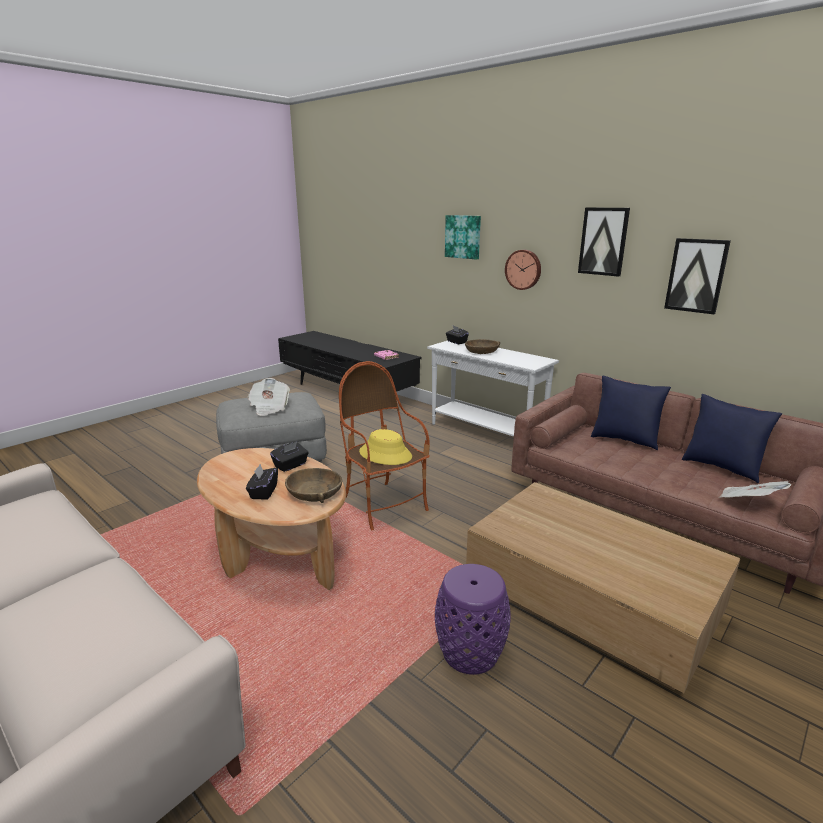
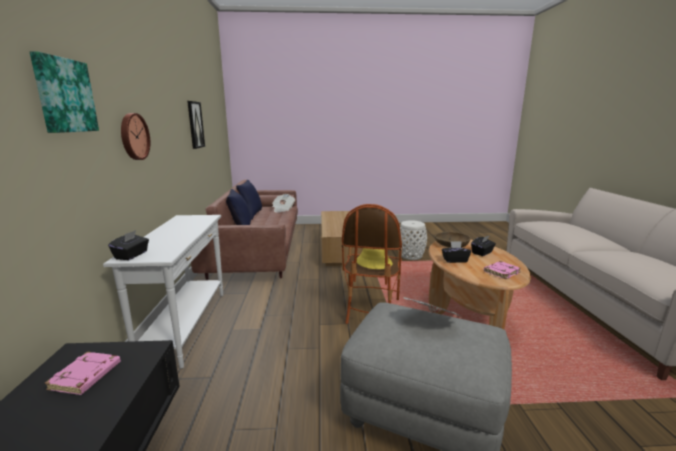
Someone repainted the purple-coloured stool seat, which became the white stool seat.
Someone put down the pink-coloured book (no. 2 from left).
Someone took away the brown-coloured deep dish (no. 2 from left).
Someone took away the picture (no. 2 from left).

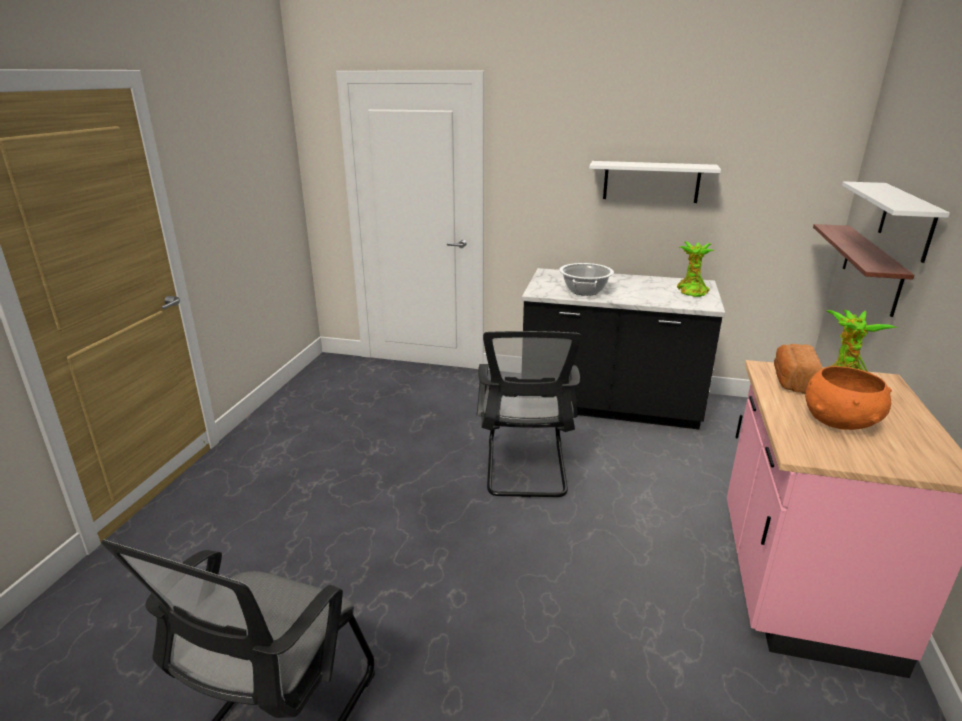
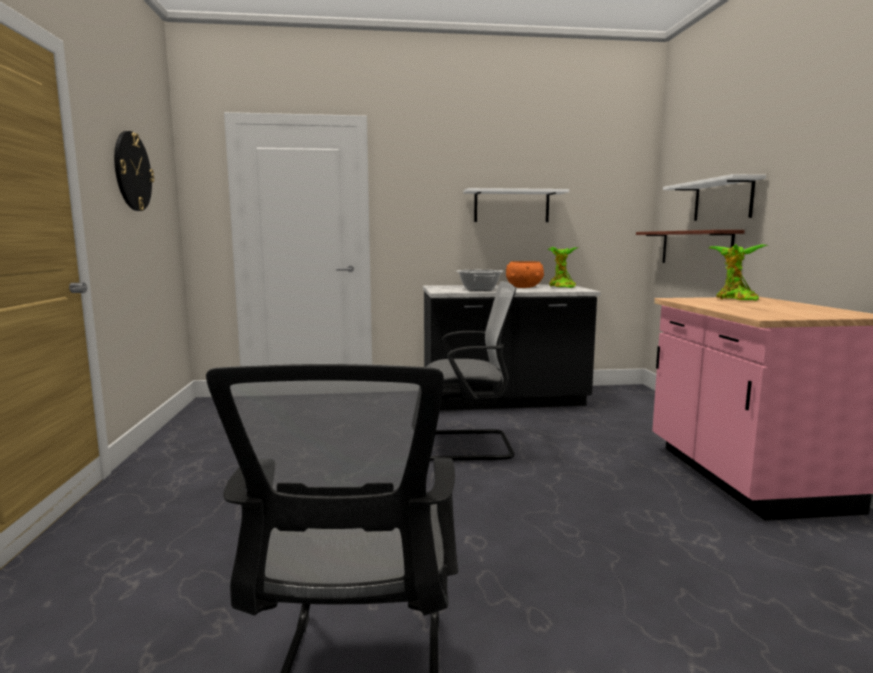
Someone put up the clock on the wall.
Someone rotated the plain chair (no. 2 from left) by 75 degrees counterclockwise.
Someone carried the orange-coloured deep dish.
Someone took away the bakery bread.

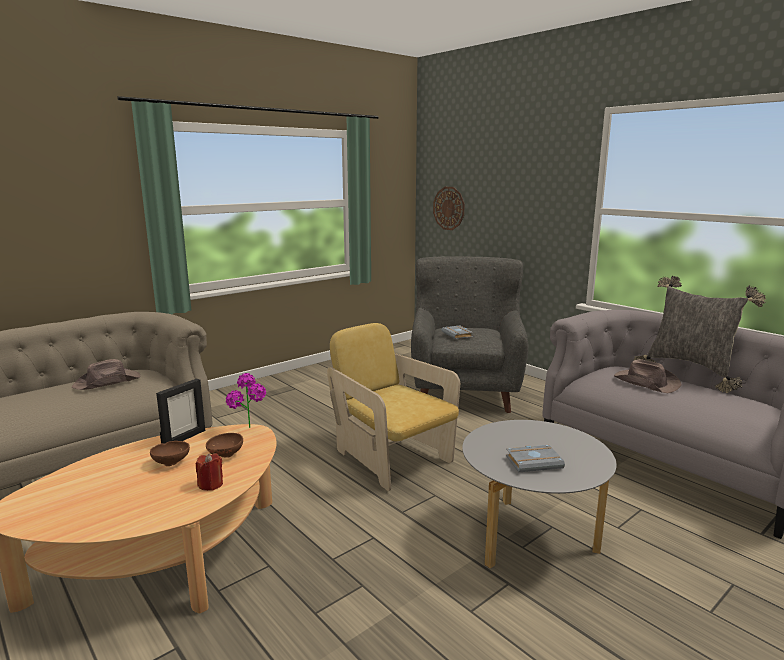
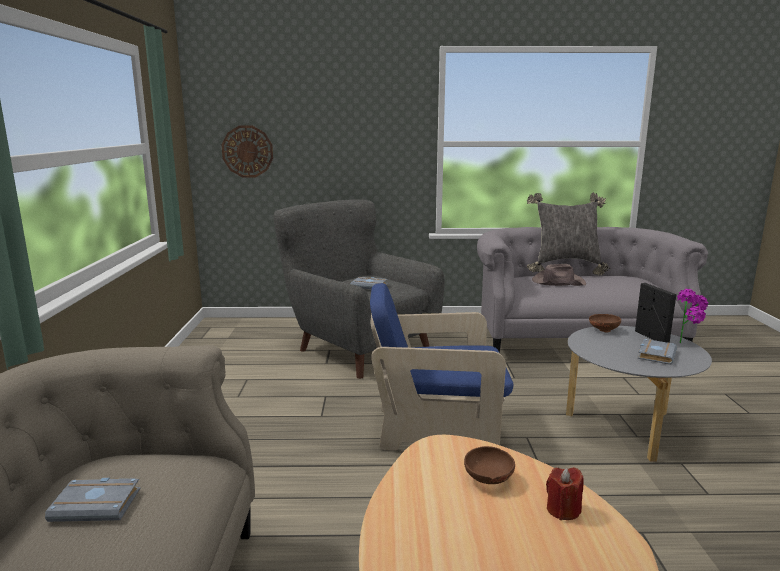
Someone swapped the brown-coloured hat (no. 1 from left) for the greyish book (no. 1 from left).
Someone repainted the yellow easy chair, which became the blue easy chair.
Someone carried the brown-coloured deep dish (no. 1 from left in the first image).
Someone carried the photo frame.
Someone carried the houseplant.

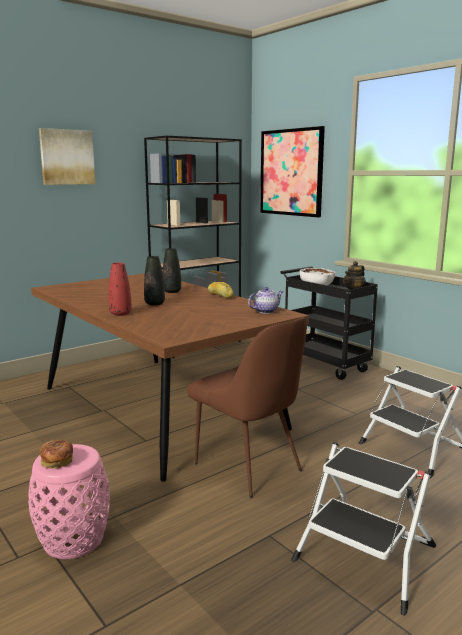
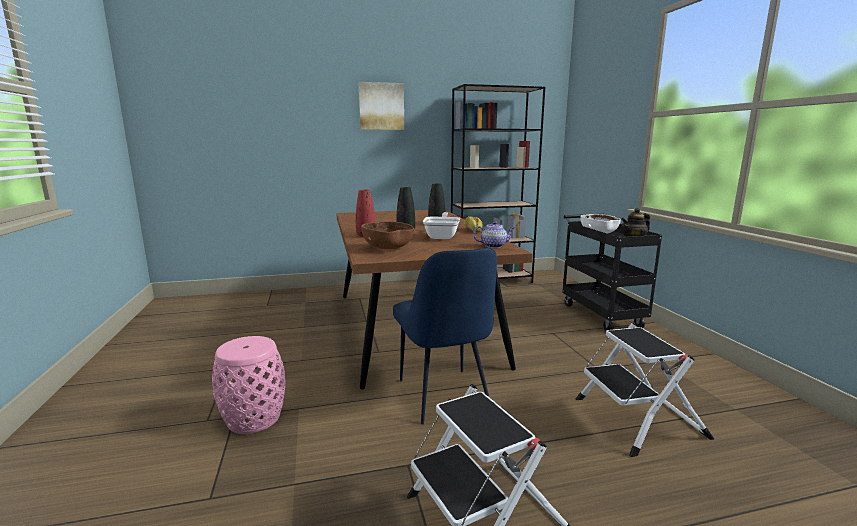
Someone put down the brown-coloured deep dish.
Someone repainted the brown-coloured plain chair, which became the blue plain chair.
Someone put down the pan.
Someone took away the bakery bread (no. 1 from left).
Someone took away the picture (no. 2 from left).

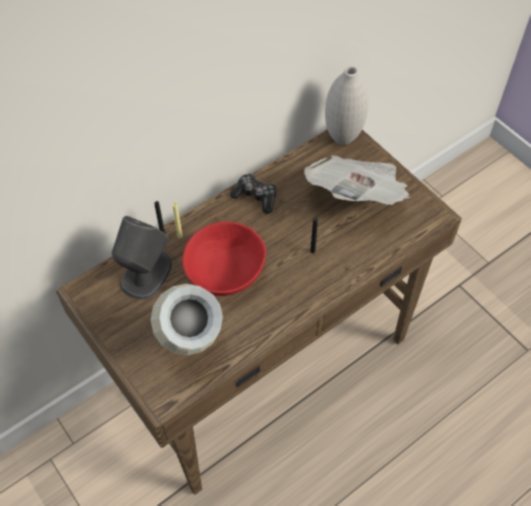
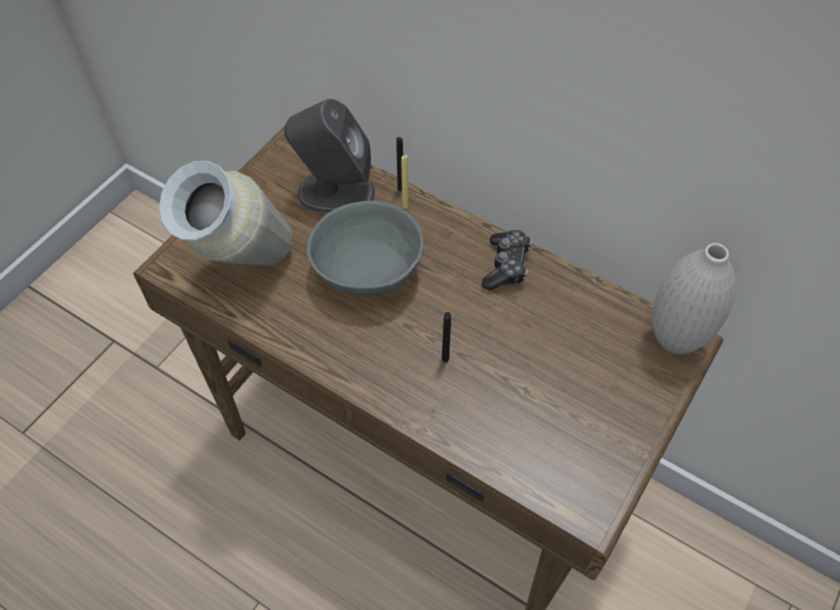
Someone repainted the reddish deep dish, which became the greyish deep dish.
Someone took away the printed paper.

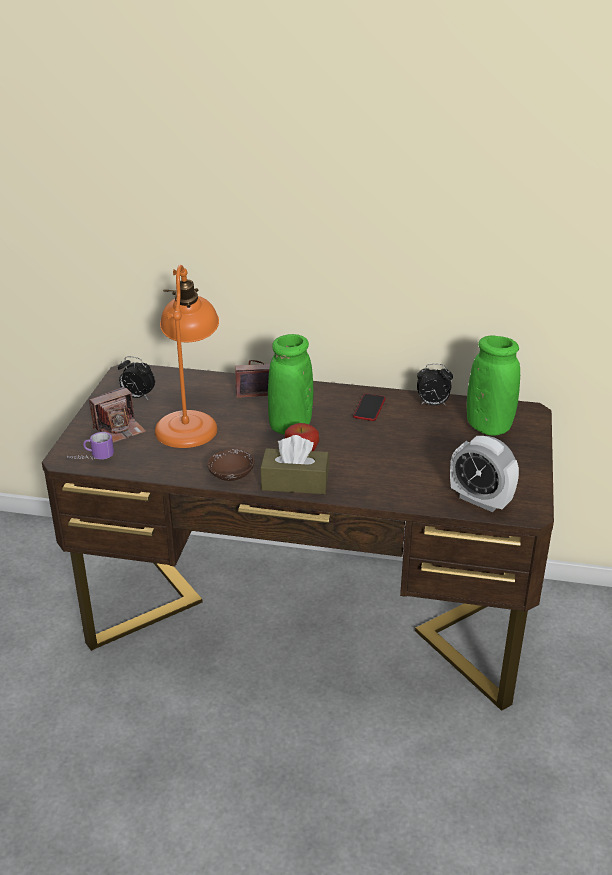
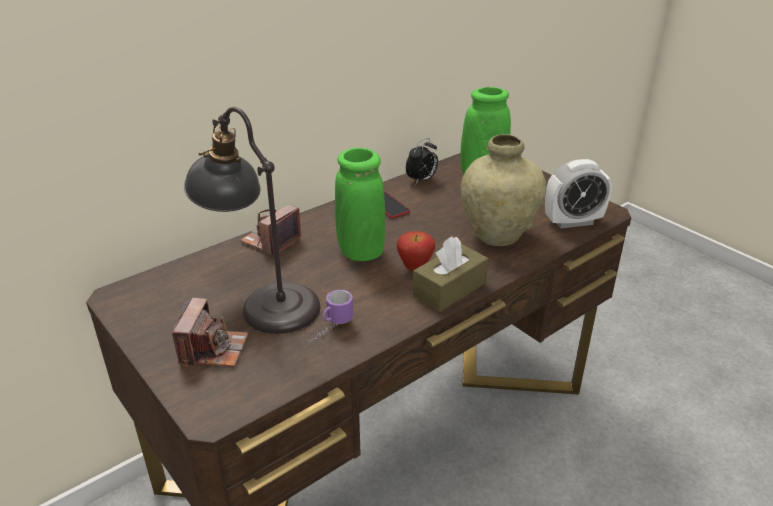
Someone repainted the orange-coloured lamp for a table, which became the greyish lamp for a table.
Someone carried the coffee mug.
Someone put down the sand-coloured flower vase.
Someone took away the table clock (no. 1 from left).
Someone took away the brown-coloured deep dish.

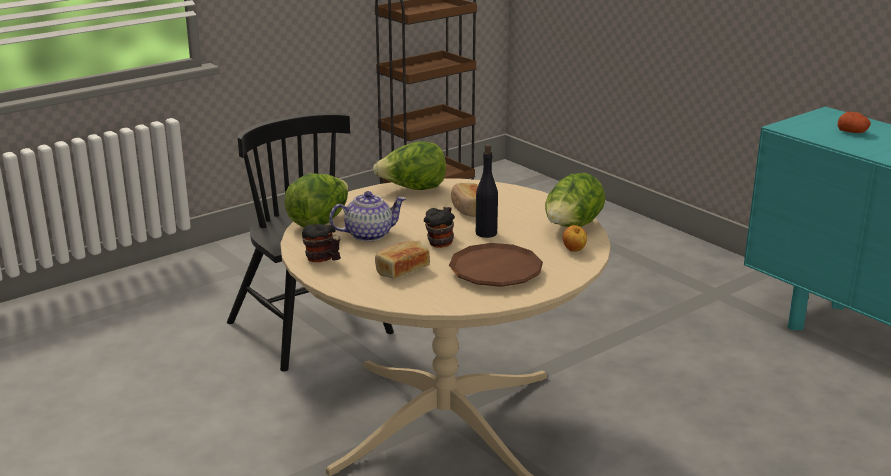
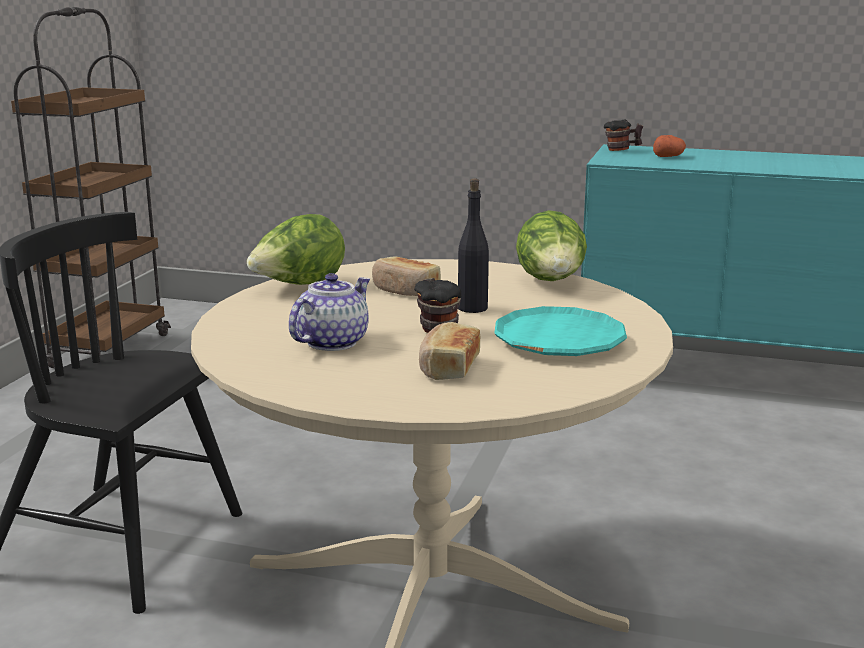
Someone repainted the brown-coloured plate, which became the blue-green plate.
Someone carried the coffee mug (no. 1 from left in the first image).
Someone took away the lettuce (no. 1 from left).
Someone took away the apple fruit.

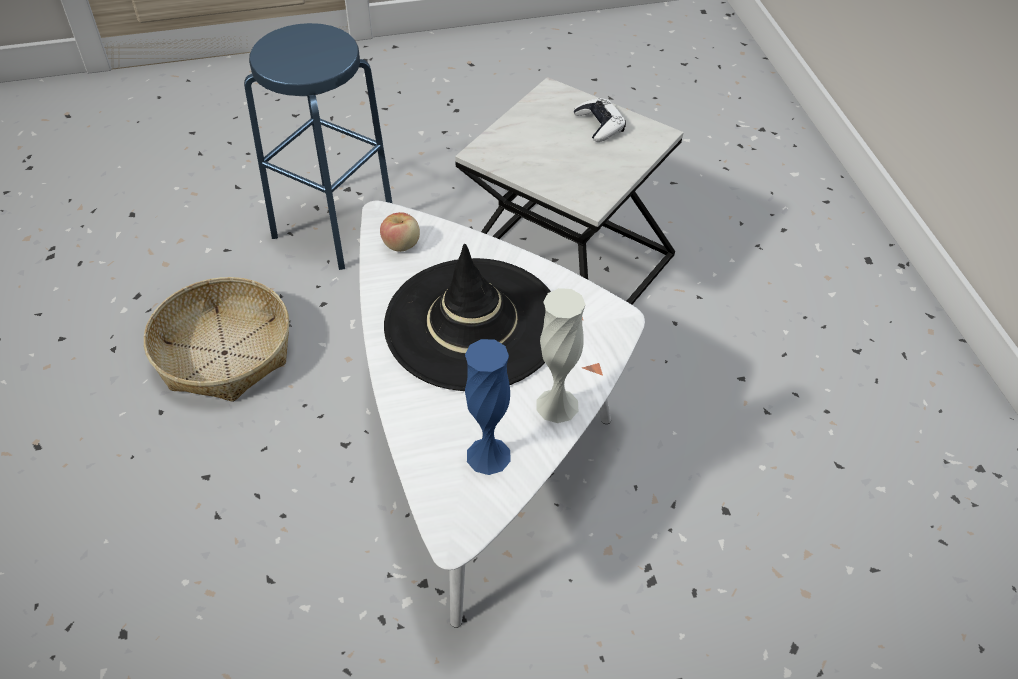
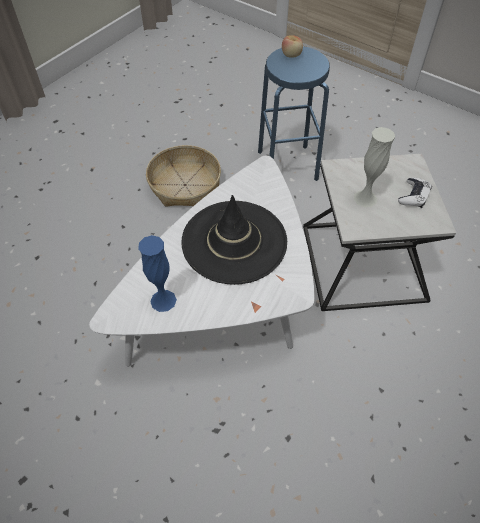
Someone carried the apple fruit.
Someone carried the white flower vase.

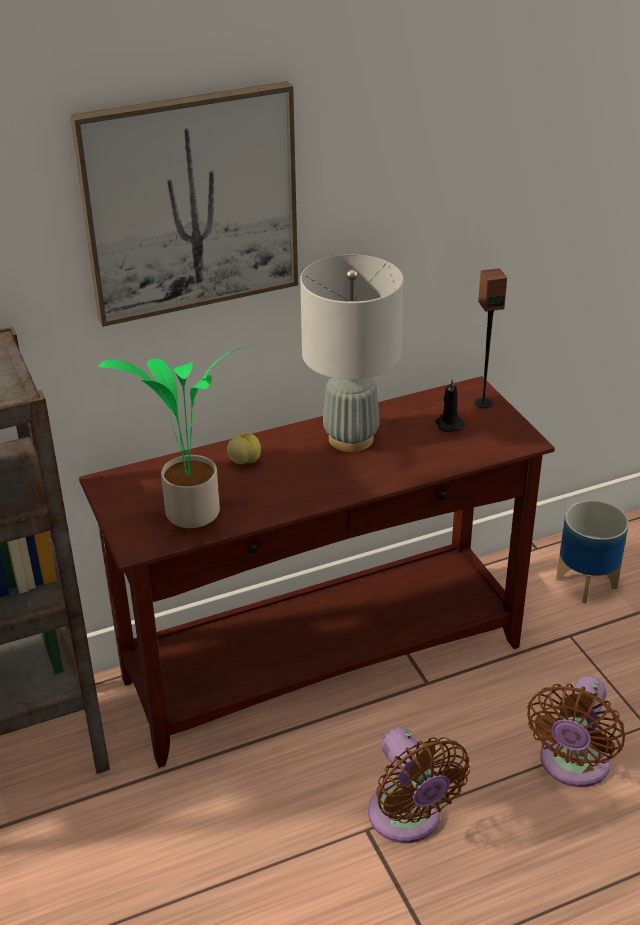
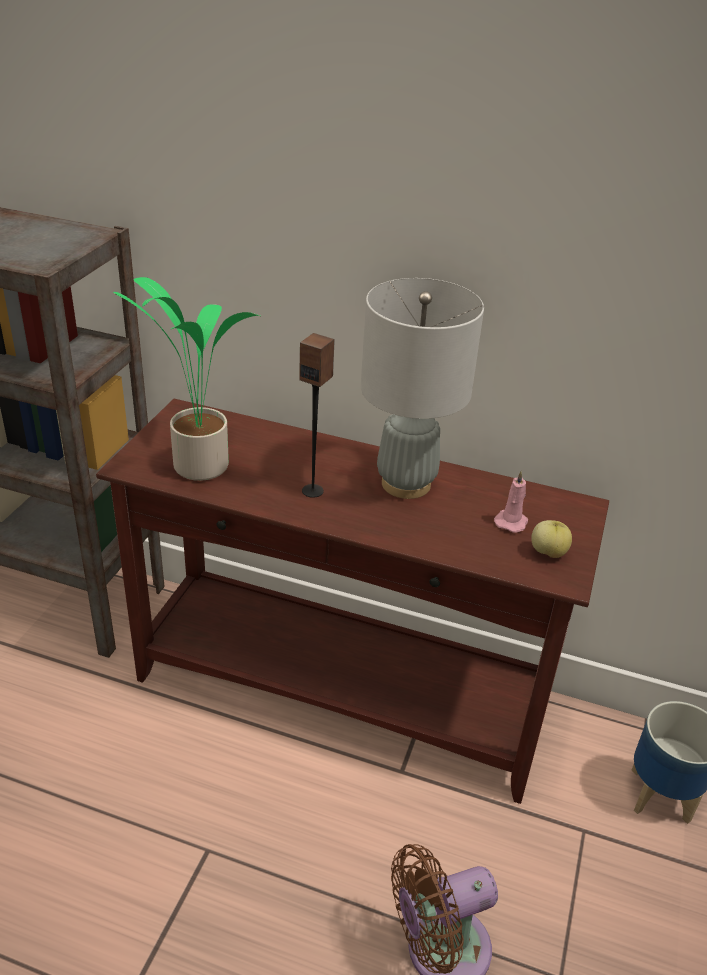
Someone carried the audio speaker.
Someone repainted the black wax candle, which became the pink-coloured wax candle.
Someone carried the apple fruit.
Someone took away the picture.
Someone took away the brown-coloured electric fan (no. 1 from left).

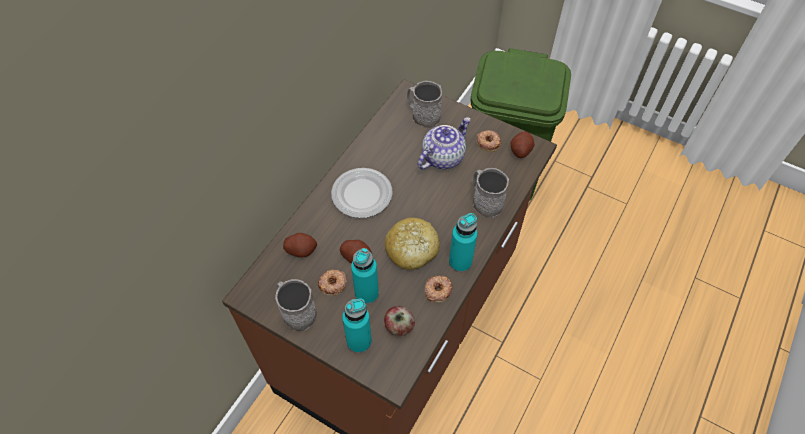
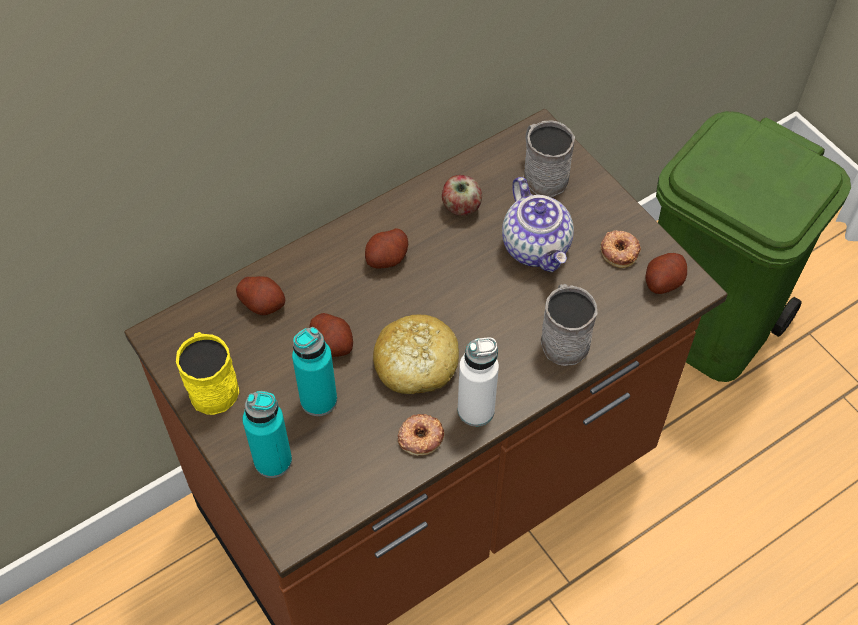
Someone repainted the greyish coffee mug (no. 1 from left), which became the yellow coffee mug.
Someone swapped the plate for the whole potato (no. 3 from left).
Someone carried the apple fruit.
Someone repainted the blue-green beverage bottle (no. 3 from left), which became the white beverage bottle.
Someone rotated the pot for tea by 90 degrees clockwise.
Someone took away the doughnut (no. 1 from left).

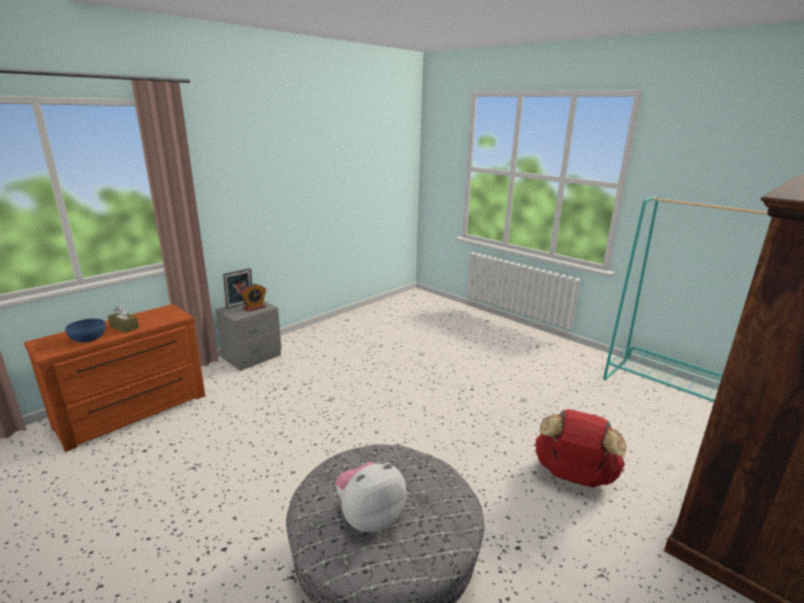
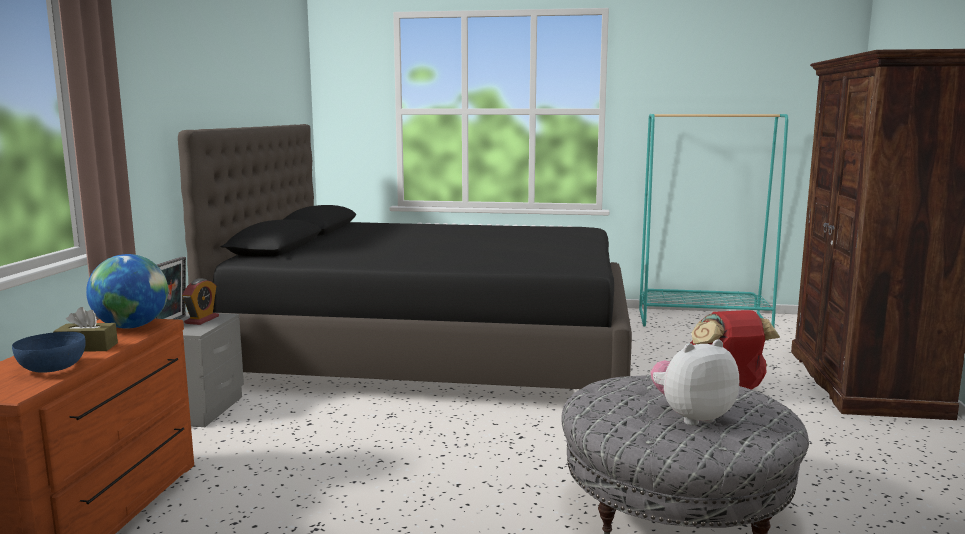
Someone put down the world globe.
Someone put down the black bed.
Someone rotated the cuddly toy by 45 degrees clockwise.

